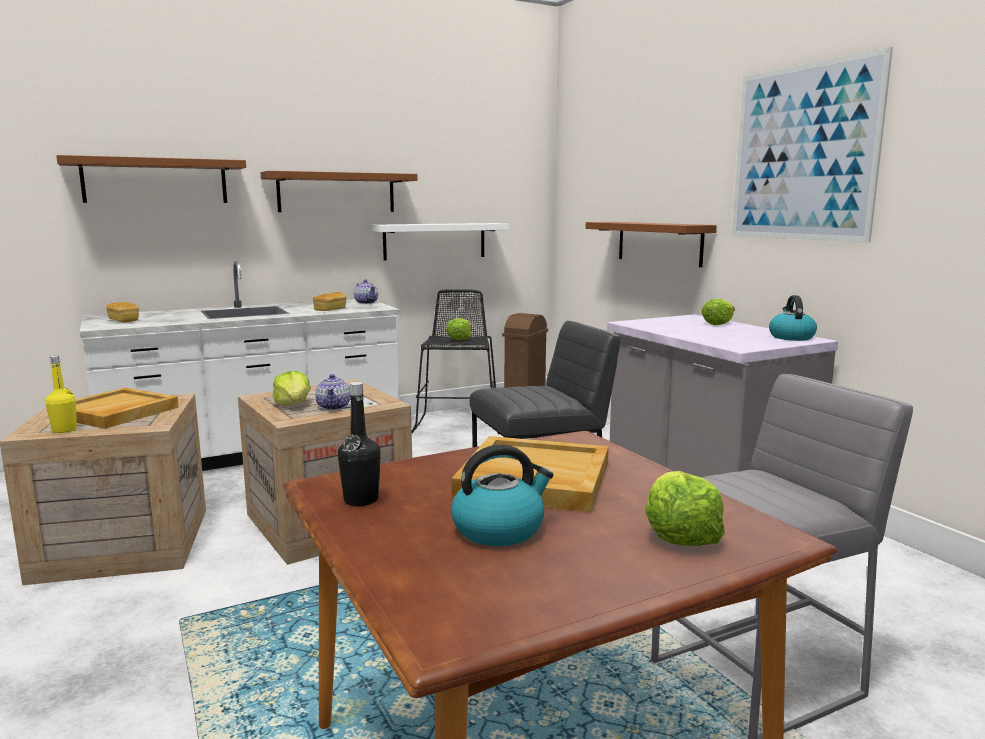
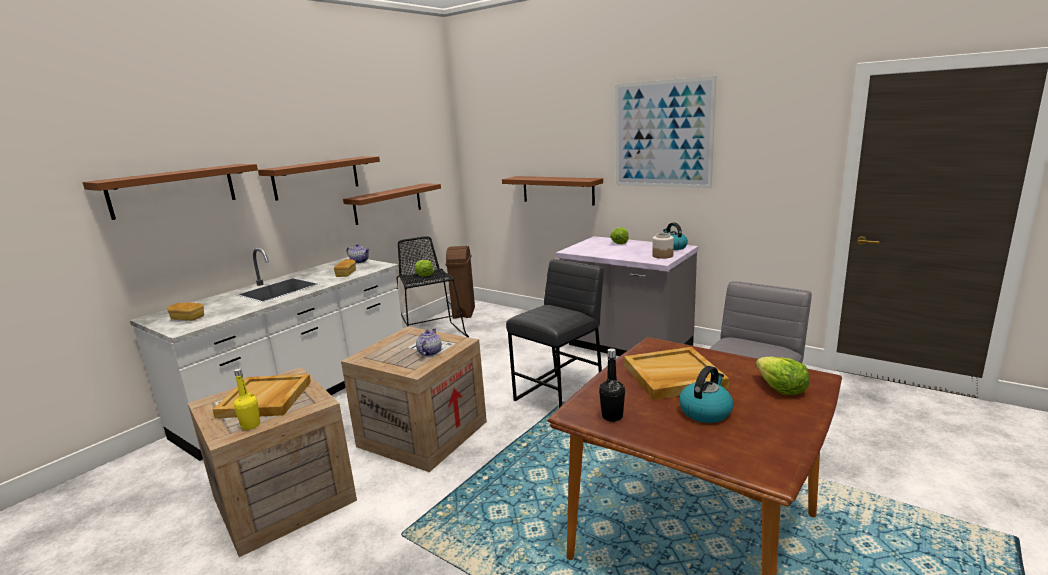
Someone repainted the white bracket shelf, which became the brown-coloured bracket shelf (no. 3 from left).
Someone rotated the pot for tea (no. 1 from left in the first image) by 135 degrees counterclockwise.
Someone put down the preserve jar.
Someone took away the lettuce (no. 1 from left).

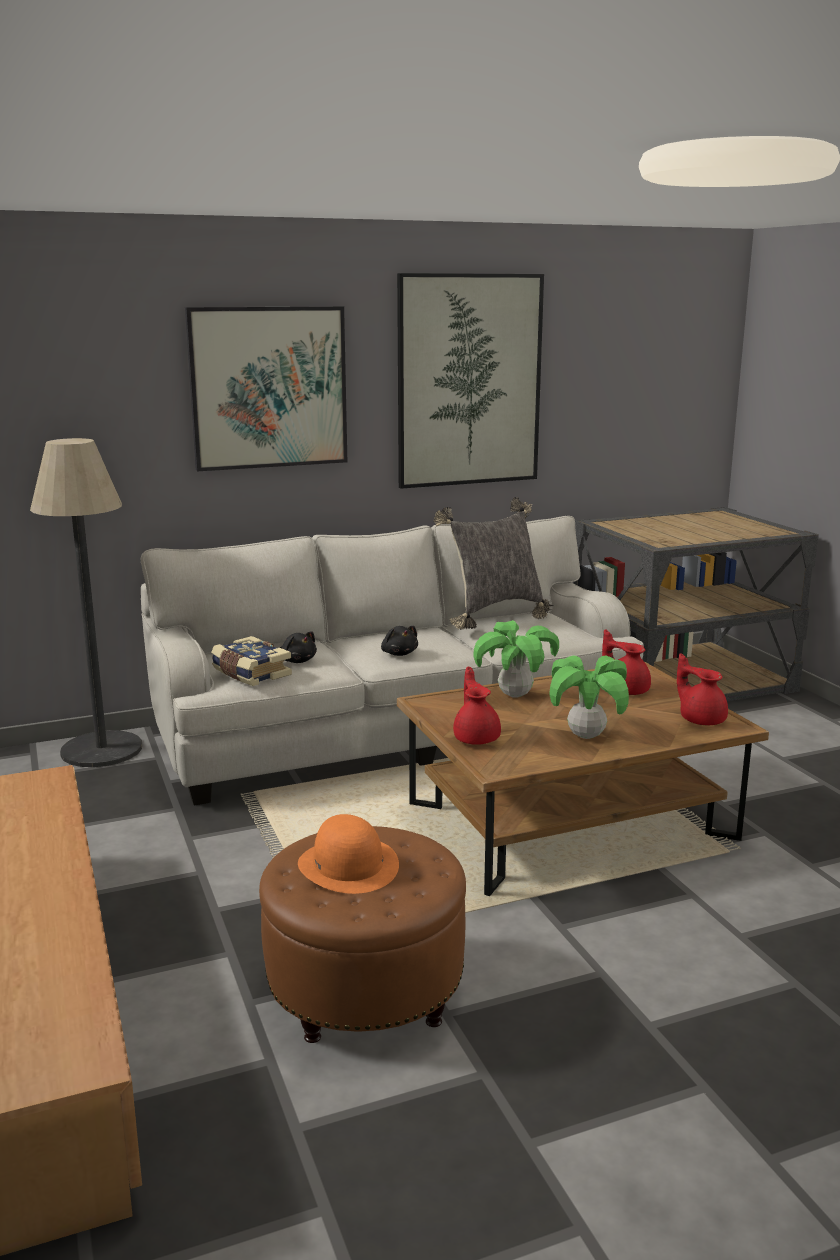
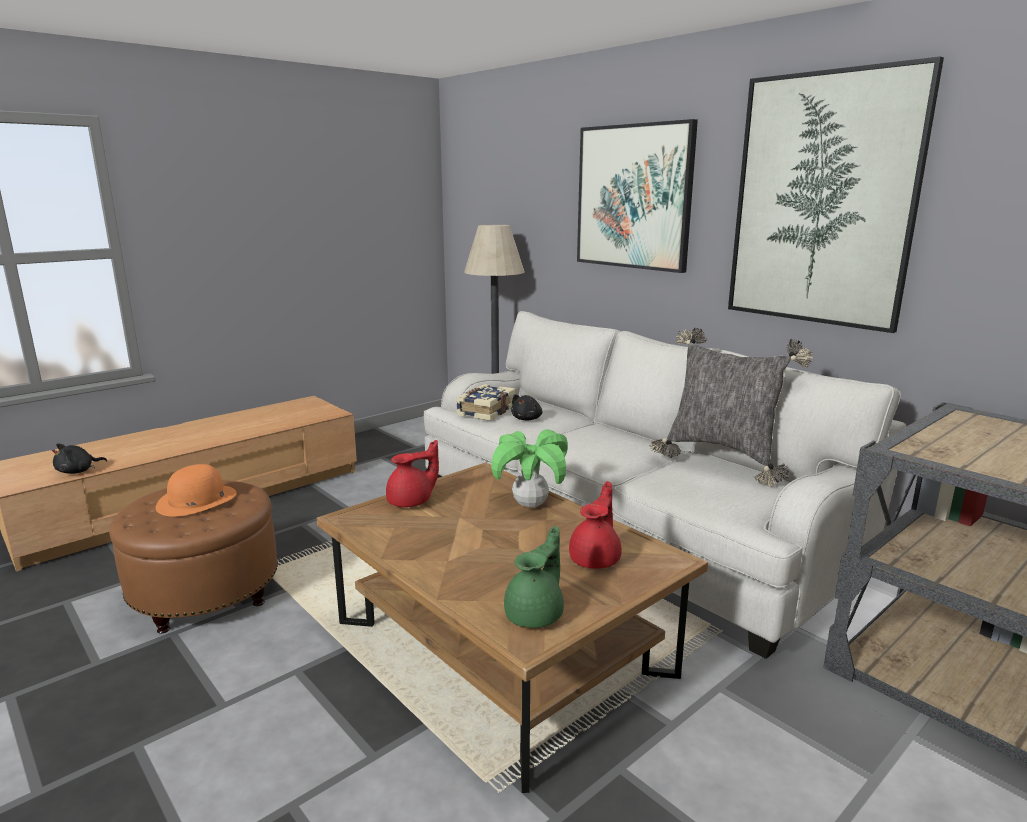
Someone carried the black cuddly toy (no. 2 from left in the first image).
Someone repainted the reddish pot for tea (no. 3 from left), which became the greenish pot for tea.
Someone took away the houseplant (no. 2 from left).

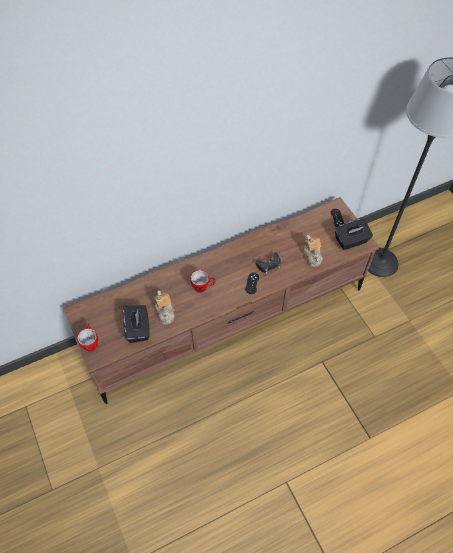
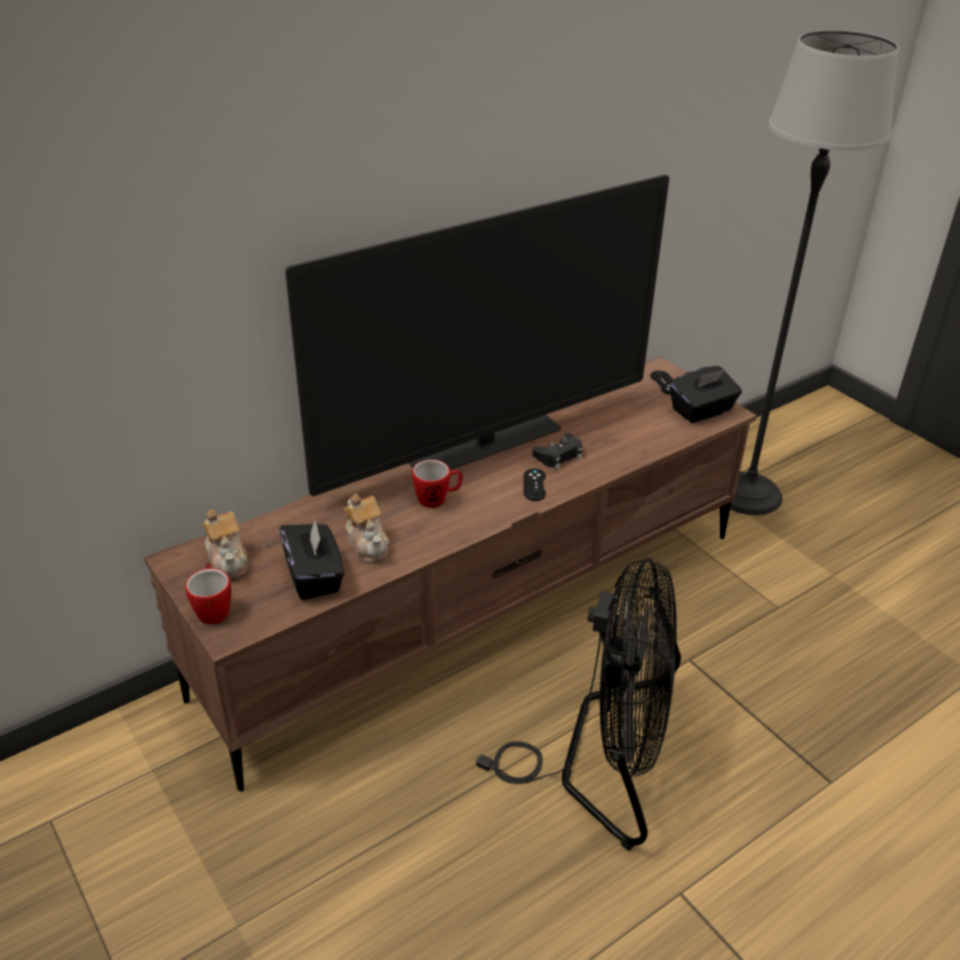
Someone carried the pot for tea (no. 2 from left in the first image).
Someone put down the TV set.
Someone put down the black electric fan.

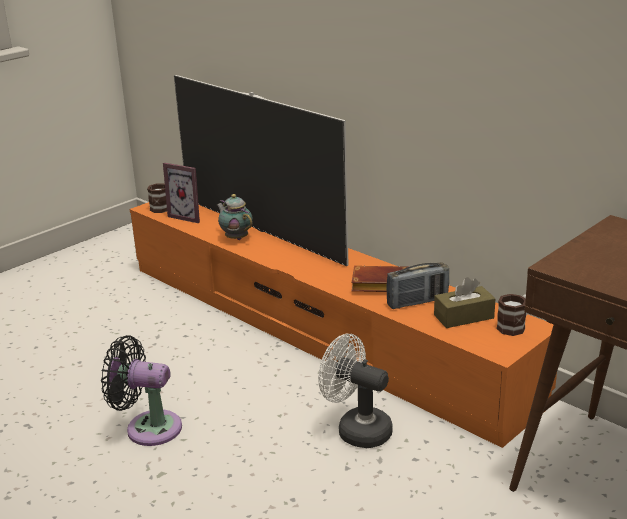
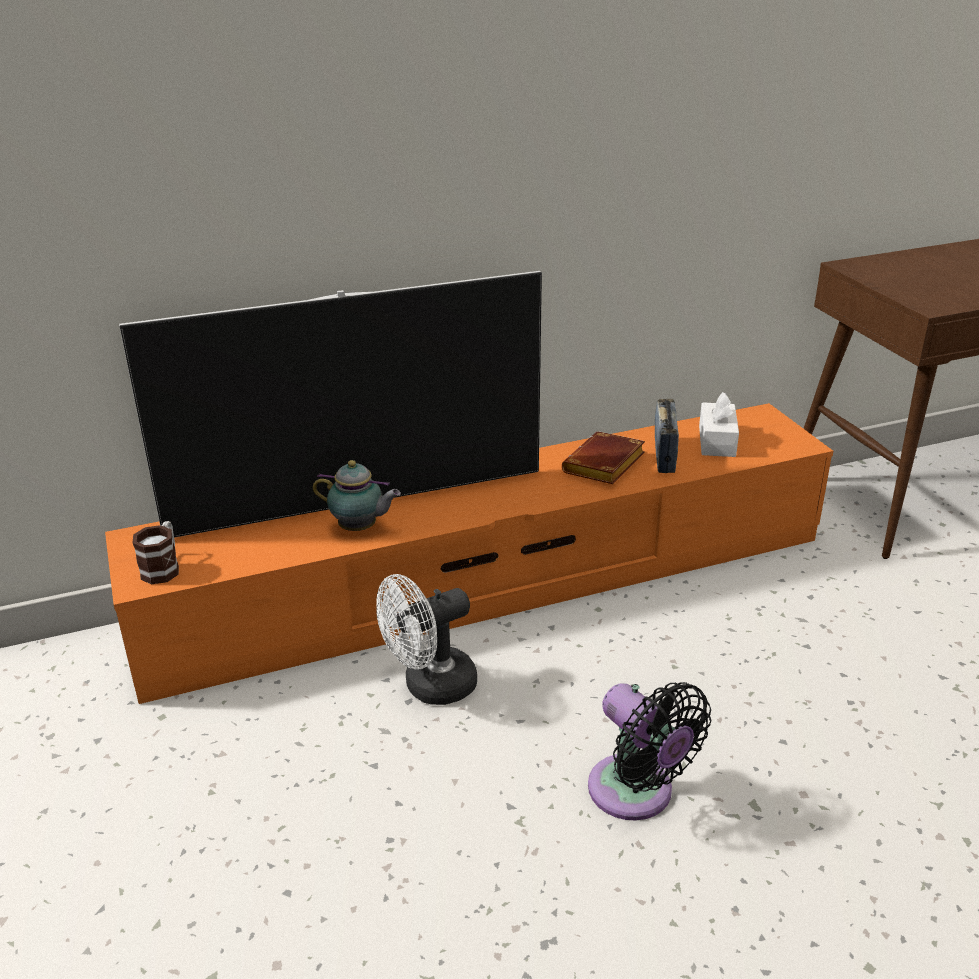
Someone rotated the pot for tea by 150 degrees counterclockwise.
Someone carried the white electric fan.
Someone rotated the black electric fan by 75 degrees counterclockwise.
Someone repainted the brown-coloured box of tissues, which became the white box of tissues.
Someone took away the photo frame.
Someone took away the coffee mug (no. 2 from left).

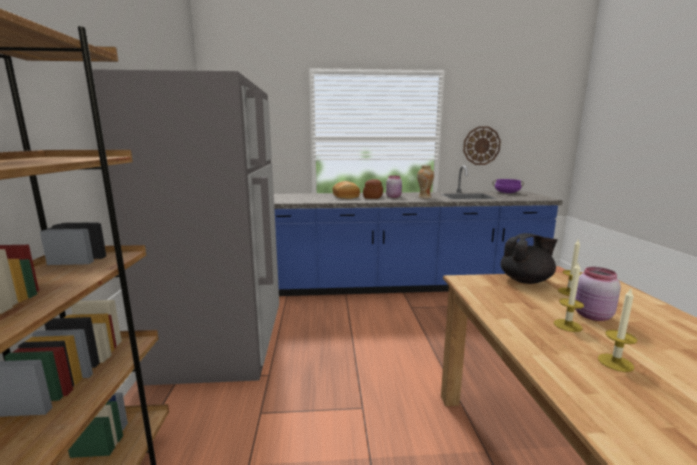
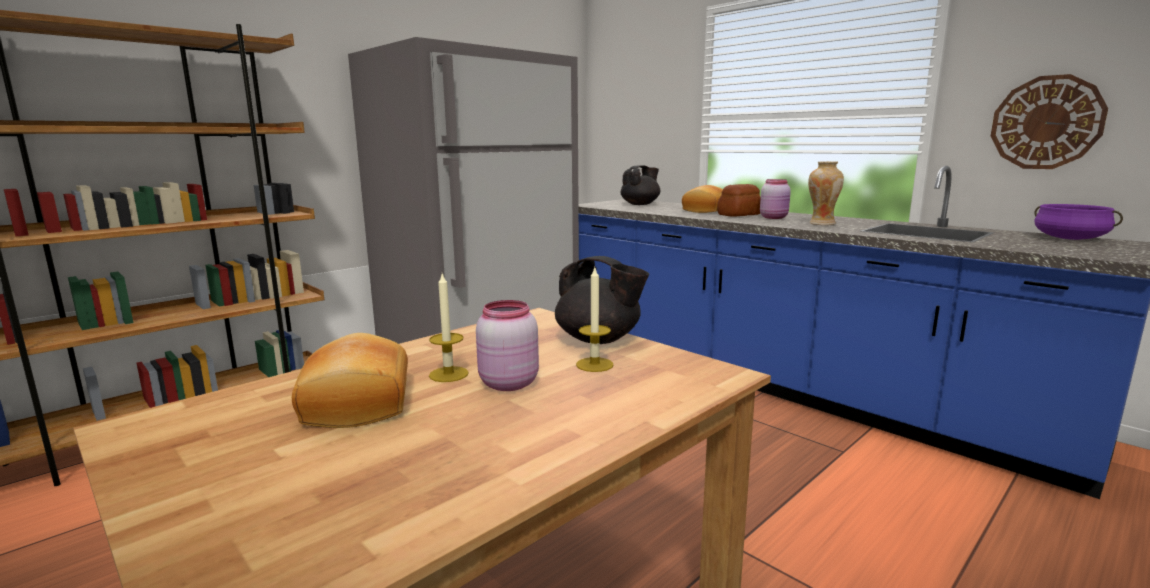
Someone swapped the wax candle (no. 3 from left) for the bakery bread (no. 1 from left).
Someone put down the black pot for tea (no. 2 from left).

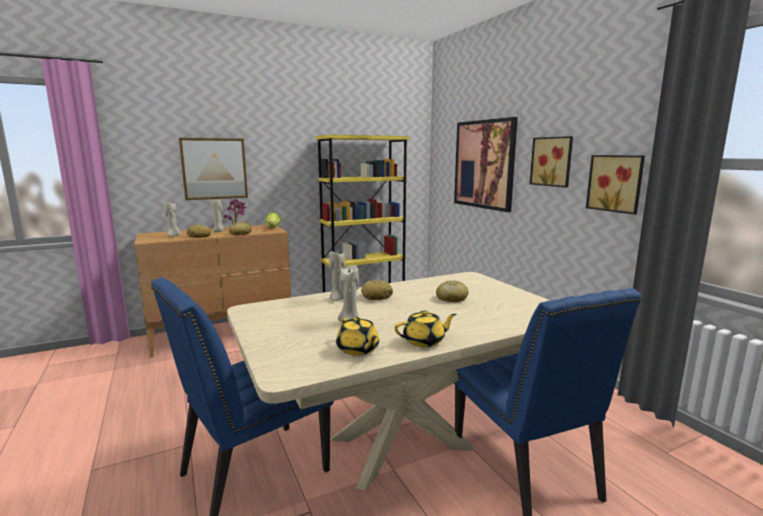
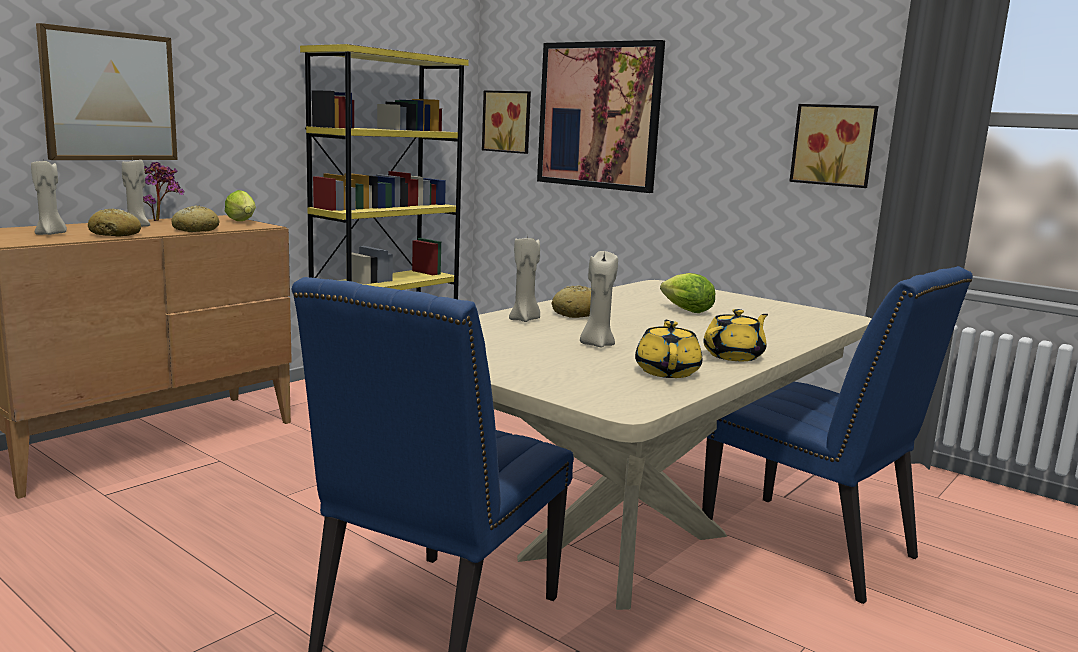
Someone carried the picture (no. 3 from left in the first image).
Someone rotated the yellow pot for tea (no. 1 from left) by 120 degrees counterclockwise.
Someone swapped the bakery bread (no. 4 from left) for the lettuce (no. 2 from left).

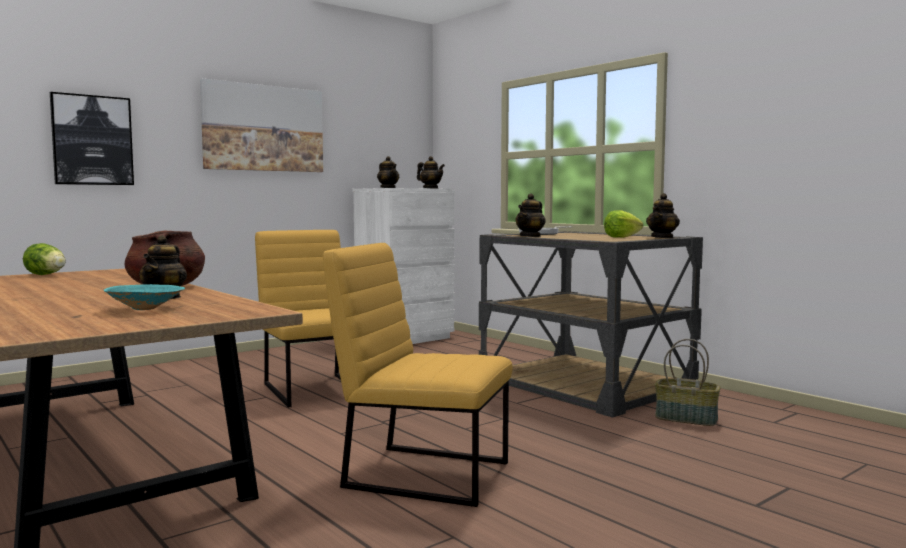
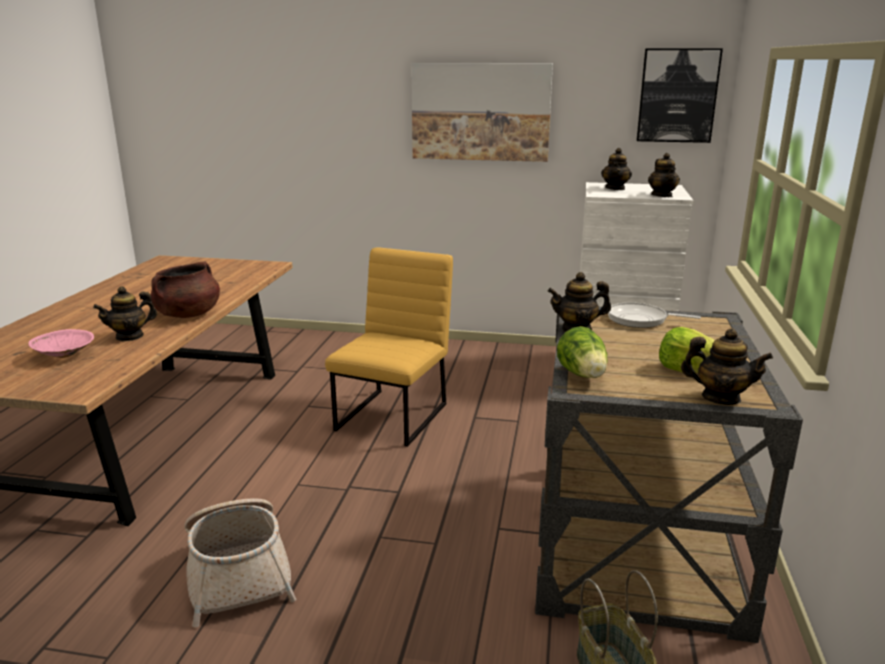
Someone repainted the blue-green deep dish, which became the pink-coloured deep dish.
Someone swapped the yellow plain chair (no. 2 from left) for the storage basket (no. 1 from left).
Someone carried the lettuce (no. 1 from left).
Someone carried the picture (no. 1 from left in the first image).
Someone rotated the pot for tea (no. 5 from left) by 150 degrees counterclockwise.

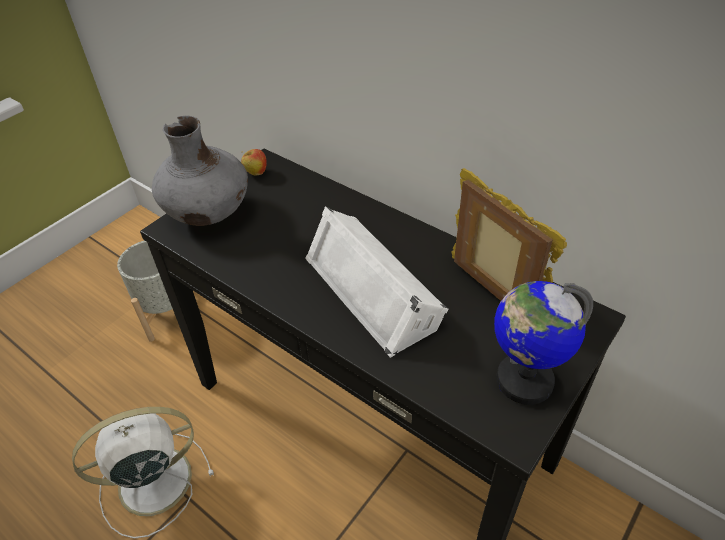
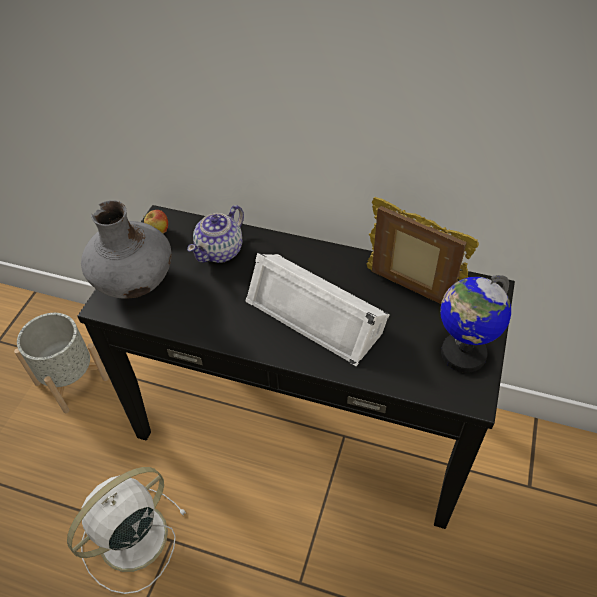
Someone put down the pot for tea.

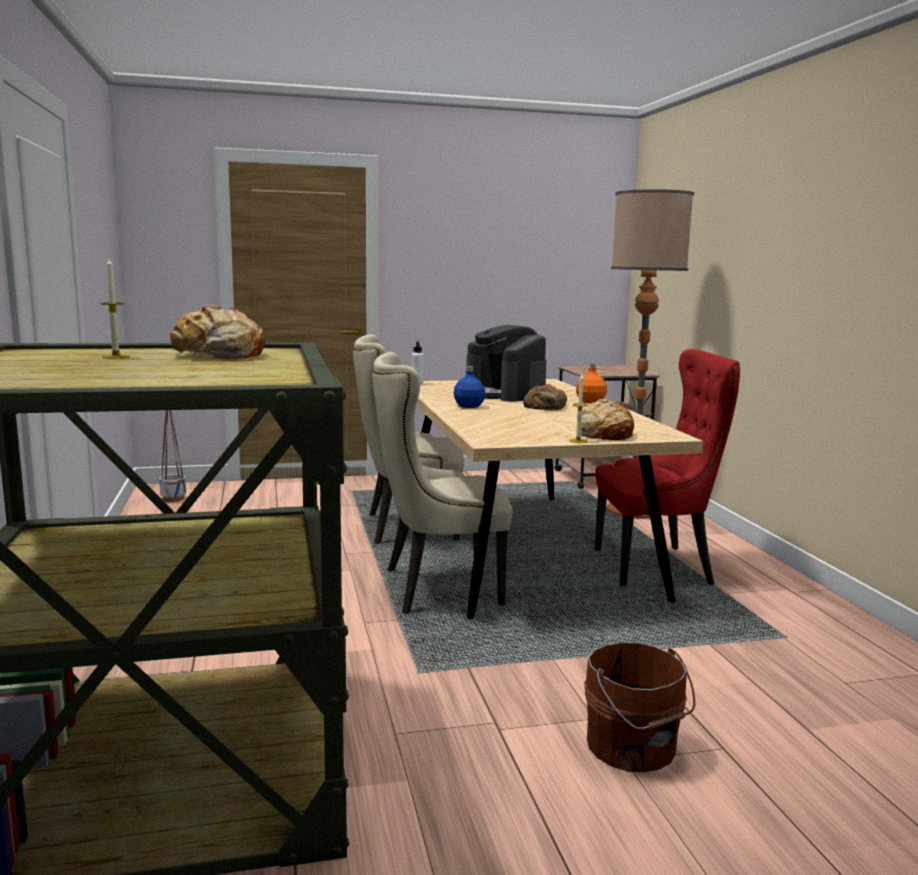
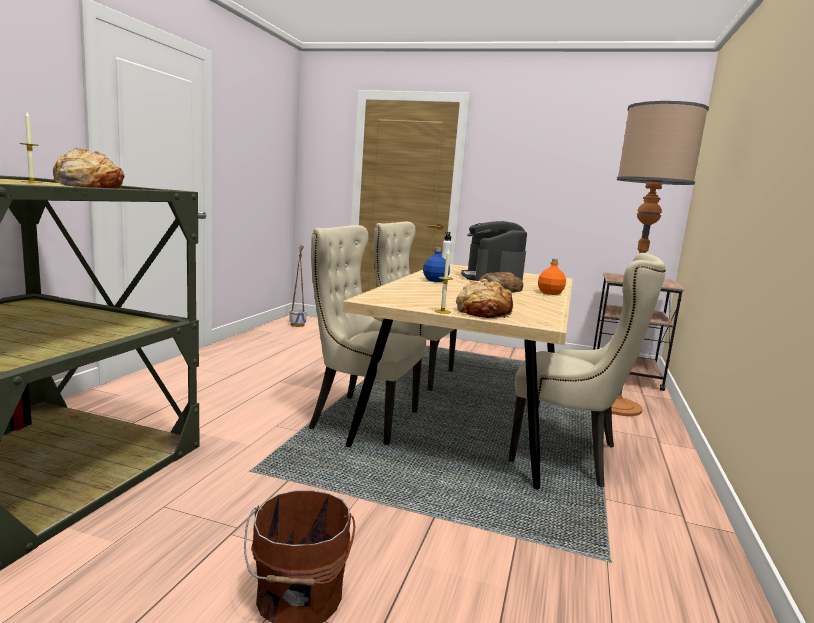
Someone repainted the reddish plain chair, which became the sand-coloured plain chair (no. 3 from left).

